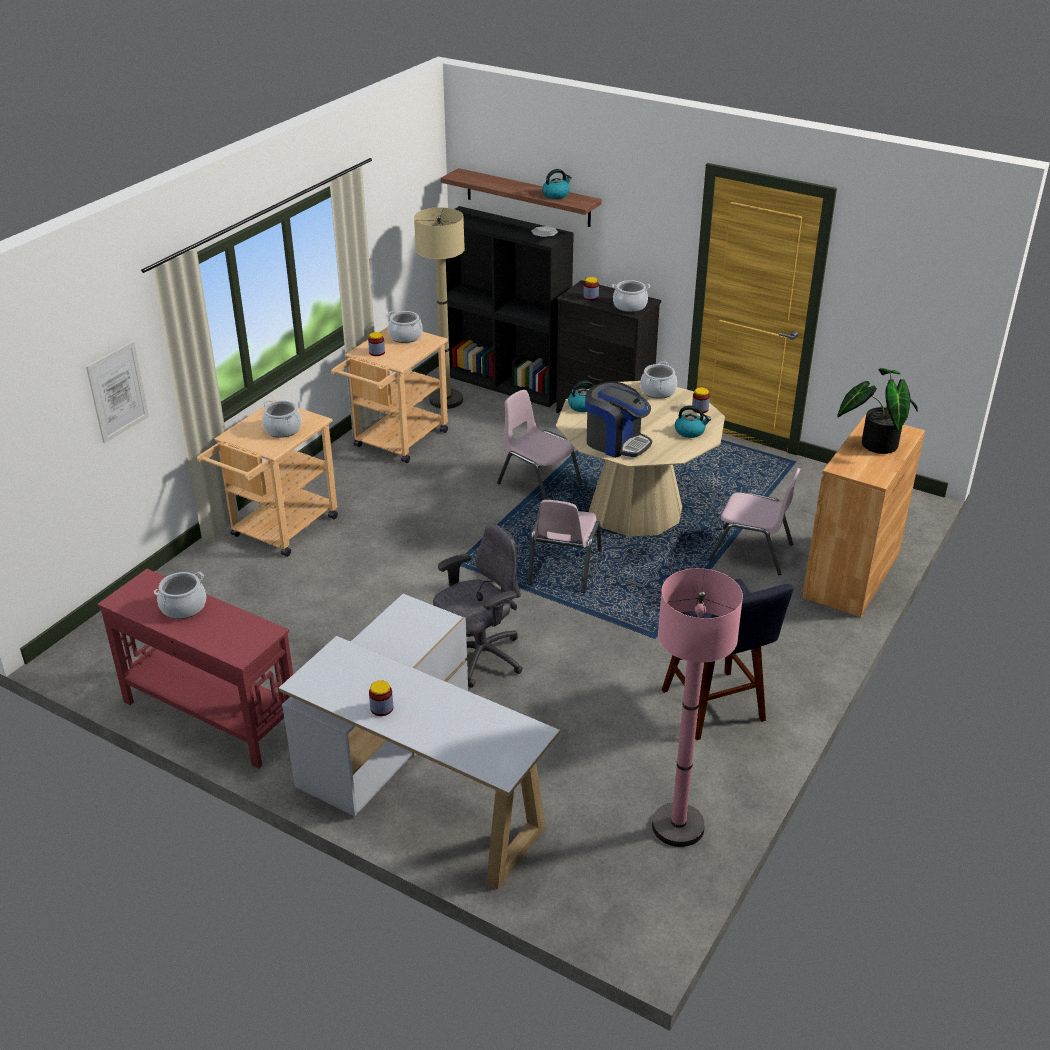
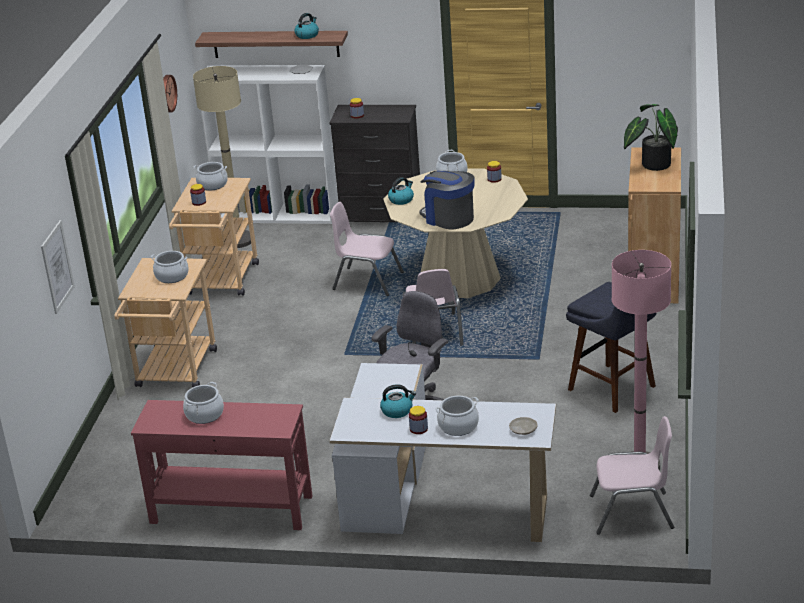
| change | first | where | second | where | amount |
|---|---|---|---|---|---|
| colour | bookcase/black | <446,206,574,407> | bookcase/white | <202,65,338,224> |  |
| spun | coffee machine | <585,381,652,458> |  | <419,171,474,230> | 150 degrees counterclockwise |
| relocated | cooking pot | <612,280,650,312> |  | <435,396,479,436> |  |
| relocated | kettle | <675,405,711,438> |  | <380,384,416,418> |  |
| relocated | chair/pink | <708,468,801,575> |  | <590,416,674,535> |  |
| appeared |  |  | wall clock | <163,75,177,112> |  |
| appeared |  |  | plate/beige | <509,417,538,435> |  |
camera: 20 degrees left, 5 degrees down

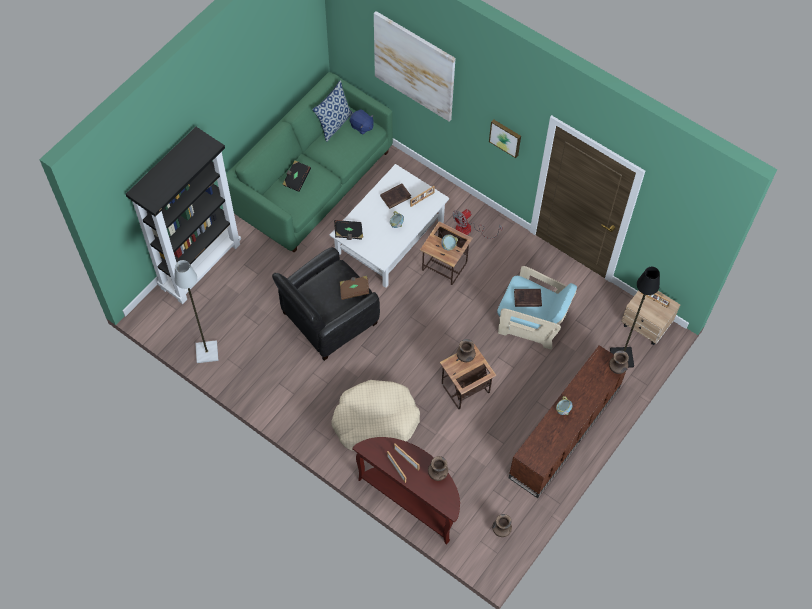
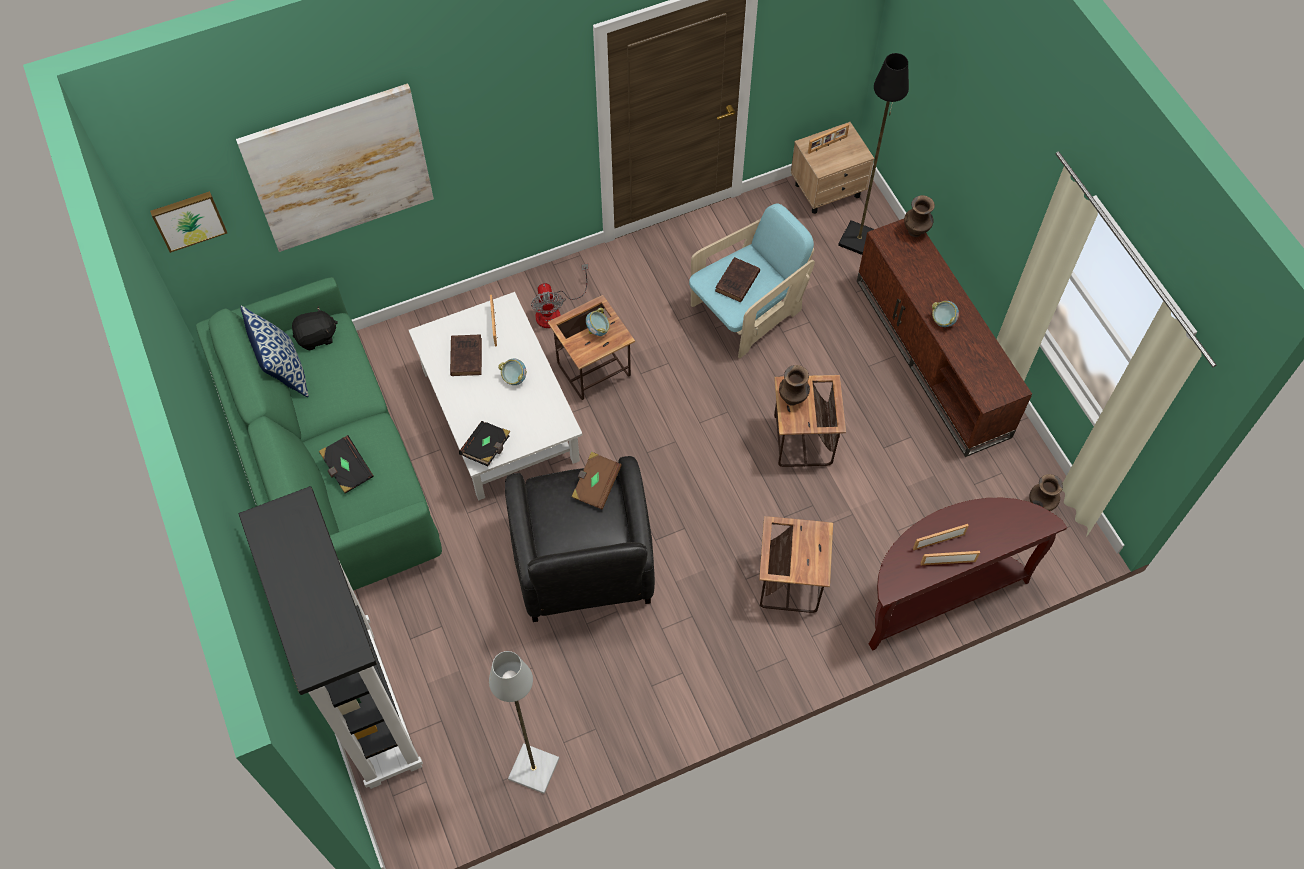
| change | first | where | second | where | amount |
|---|---|---|---|---|---|
| exchanged | dog bed/beige | <332,380,420,451> | side table | <759,516,833,613> |  |
| colour | plush toy/blue | <350,110,374,135> | plush toy/black | <292,306,338,350> |  |
| missing | vase/brown | <428,456,448,481> |  |  |  |
| relocated | picture | <489,119,521,158> |  | <150,191,227,253> |  |
camera: 60 degrees left, 0 degrees up

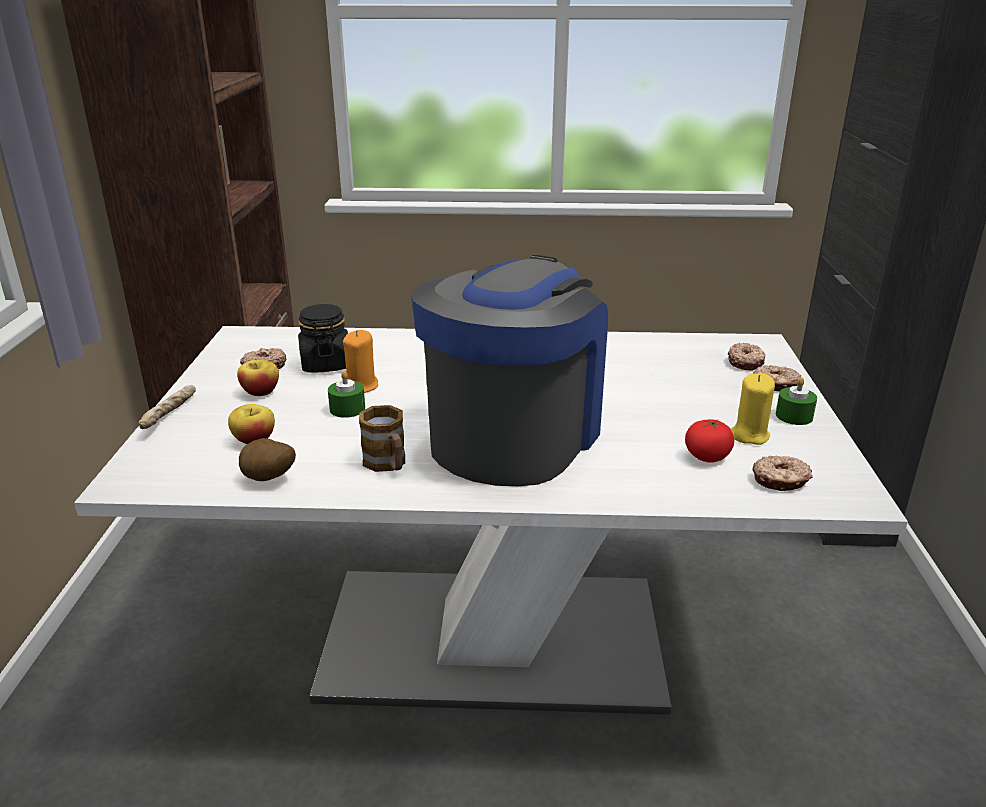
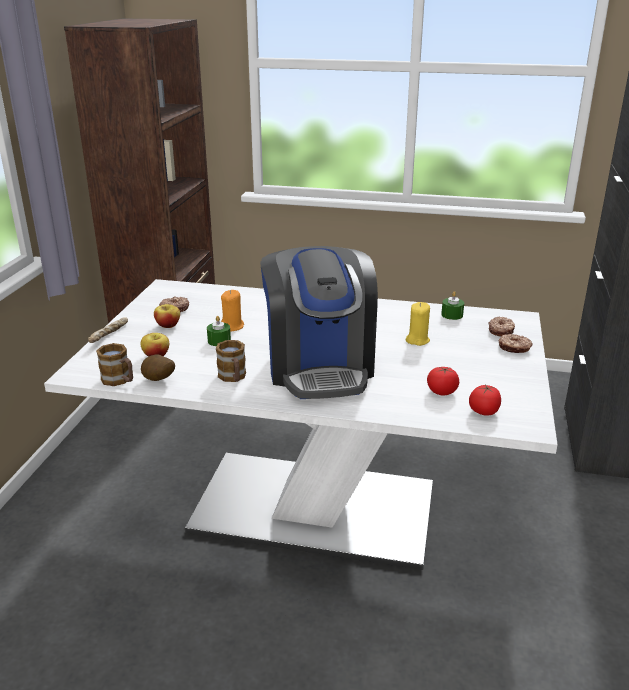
| change | first | where | second | where | amount |
|---|---|---|---|---|---|
| missing | jar/black | <298,304,348,373> |  |  |  |
| spun | coffee machine | <411,255,608,486> |  | <260,246,378,399> | 135 degrees clockwise |
| relocated | candle/yellow | <731,373,775,445> |  | <406,302,430,346> |  |
| exchanged | donut | <752,456,813,491> | tomato | <469,385,501,416> |  |
| relocated | candle/green | <776,377,817,425> |  | <441,291,464,320> |  |
| appeared |  |  | mug | <96,343,133,386> |  |
camera: 10 degrees right, 0 degrees up

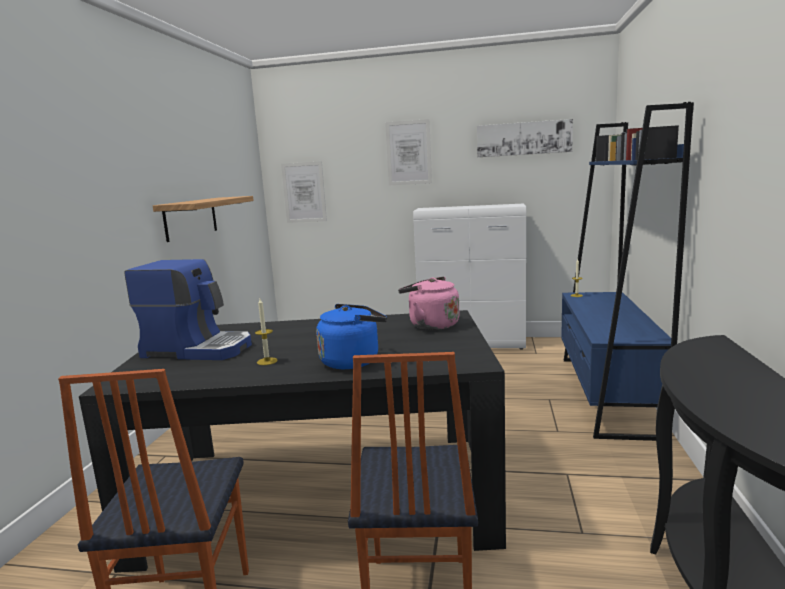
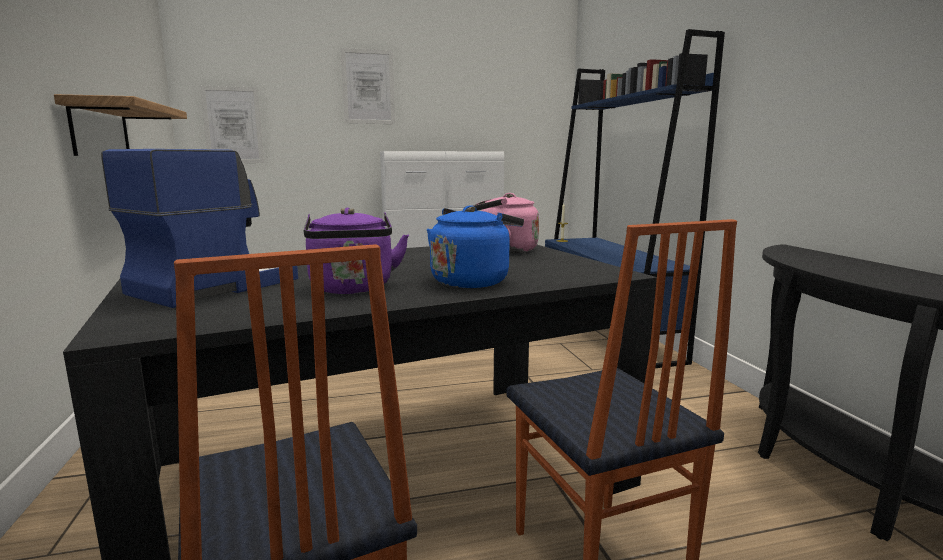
| change | first | where | second | where | amount |
|---|---|---|---|---|---|
| spun | coffee machine | <125,259,252,360> |  | <101,149,298,308> | 45 degrees counterclockwise |
| exchanged | candle | <255,299,278,365> | kettle/purple | <304,208,409,294> |  |
| missing | picture | <477,119,573,157> |  |  |  |
camera: 25 degrees left, 0 degrees up

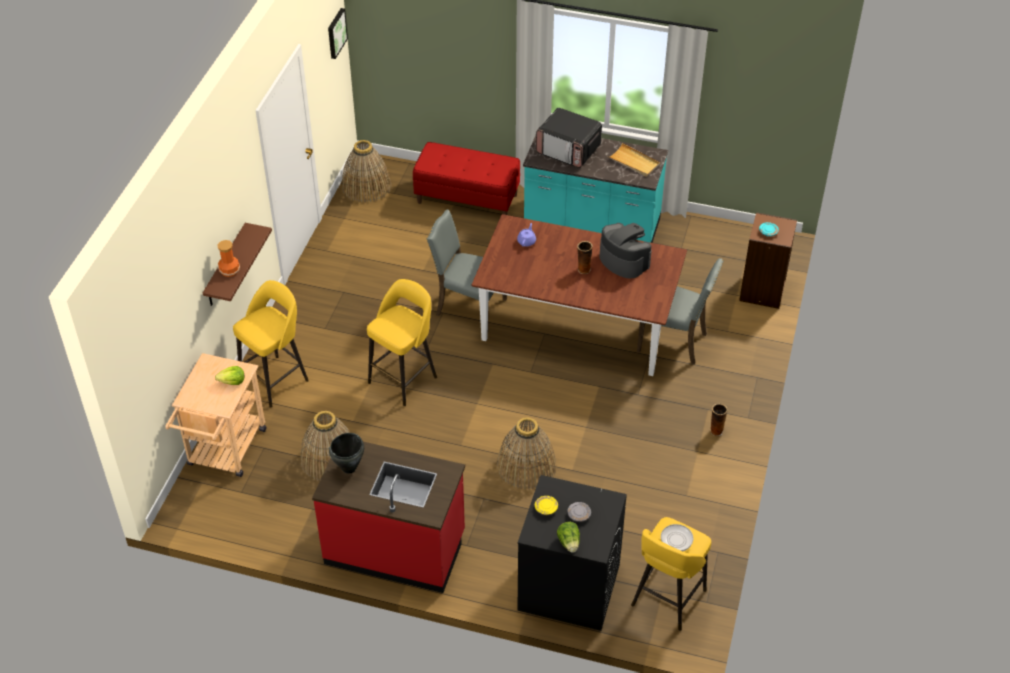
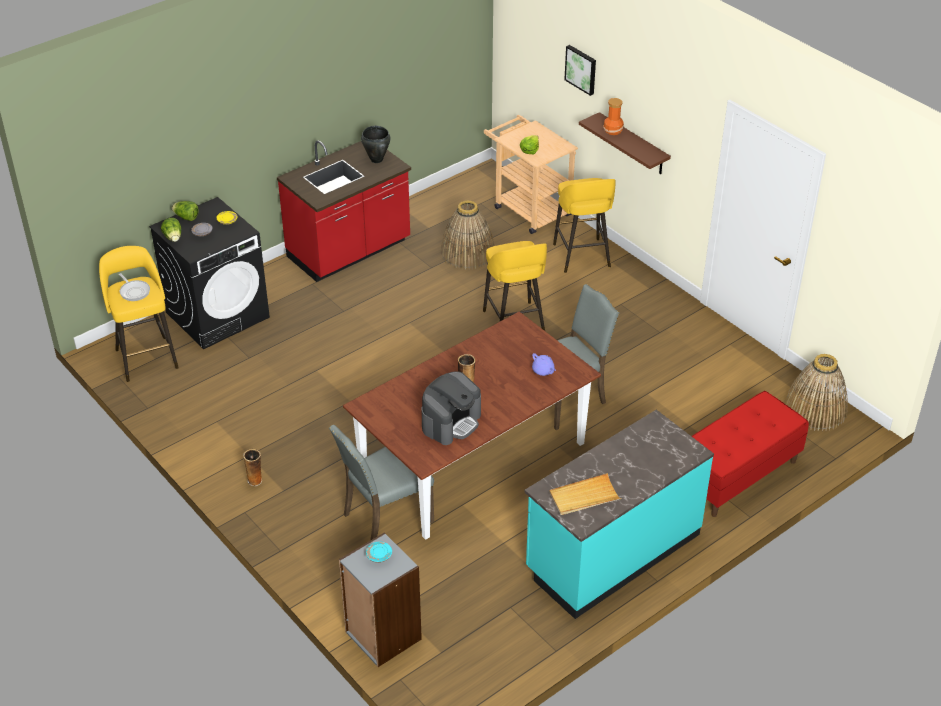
| change | first | where | second | where | amount |
|---|---|---|---|---|---|
| relocated | picture | <328,8,348,59> |  | <564,45,596,96> |  |
| missing | basket | <497,417,556,489> |  |  |  |
| missing | microwave | <536,108,602,168> |  |  |  |
| spun | coffee machine | <600,223,652,278> |  | <422,371,481,445> | 45 degrees counterclockwise |
| colour | bookcase/brown | <739,212,797,309> | bookcase/grey | <339,533,422,667> |  |
| appeared |  |  | lettuce | <161,218,181,242> |  |
camera: 125 degrees right, 5 degrees down

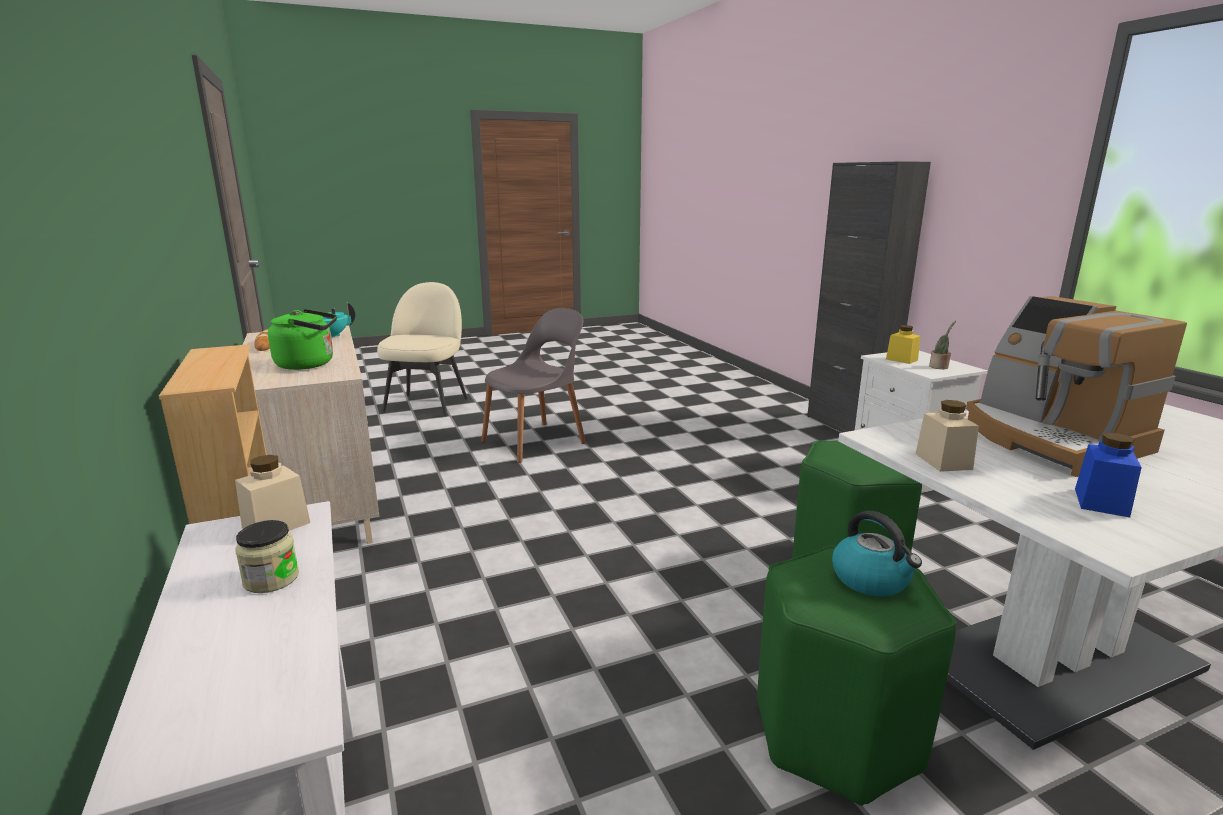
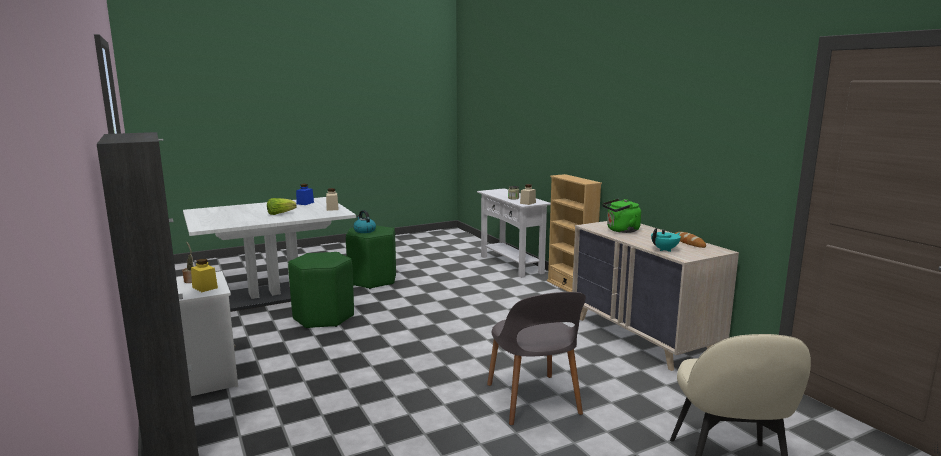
| change | first | where | second | where | amount |
|---|---|---|---|---|---|
| spun | chair/grey | <481,308,586,463> |  | <487,292,586,425> | 60 degrees counterclockwise |
| exchanged | coffee machine | <966,296,1187,477> | lettuce | <267,198,297,215> |  |
camera: 175 degrees right, 5 degrees down

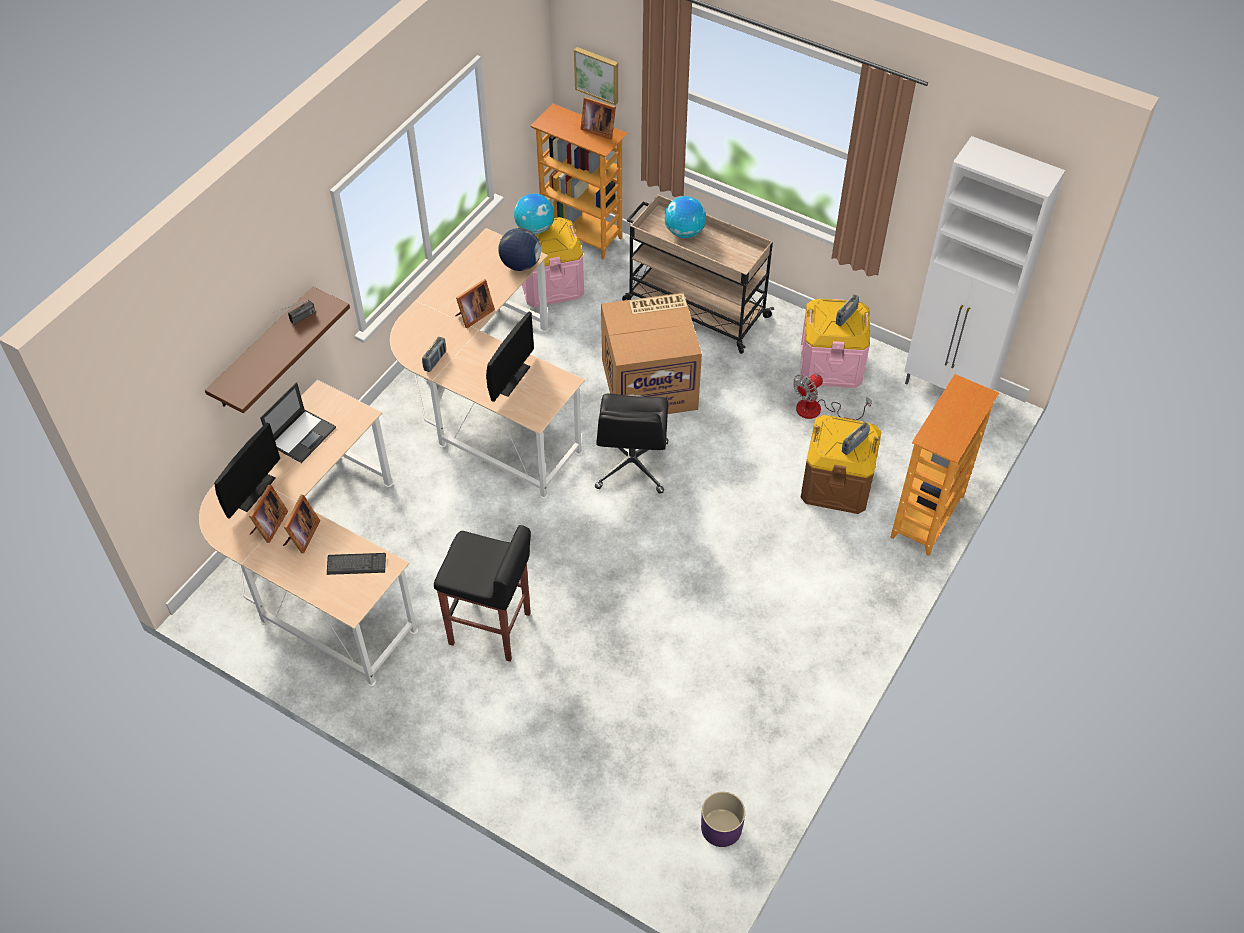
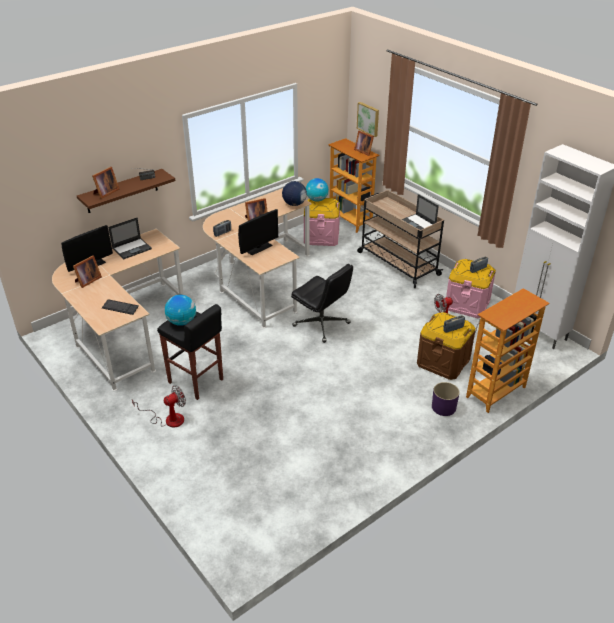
| change | first | where | second | where | amount |
|---|---|---|---|---|---|
| relocated | picture frame | <283,495,320,553> |  | <92,167,119,199> |  |
| spun | office chair/black | <595,393,668,493> |  | <291,264,353,343> | 75 degrees counterclockwise |
| missing | cardboard box | <601,293,702,414> |  |  |  |
| relocated | globe | <665,196,706,238> |  | <165,295,196,326> |  |
| relocated | planter/purple | <701,792,745,847> |  | <432,382,460,416> |  |
| appeared |  |  | fan | <132,385,186,427> |  |
| appeared |  |  | laptop | <401,194,439,230> |  |
camera: 20 degrees right, 15 degrees down

